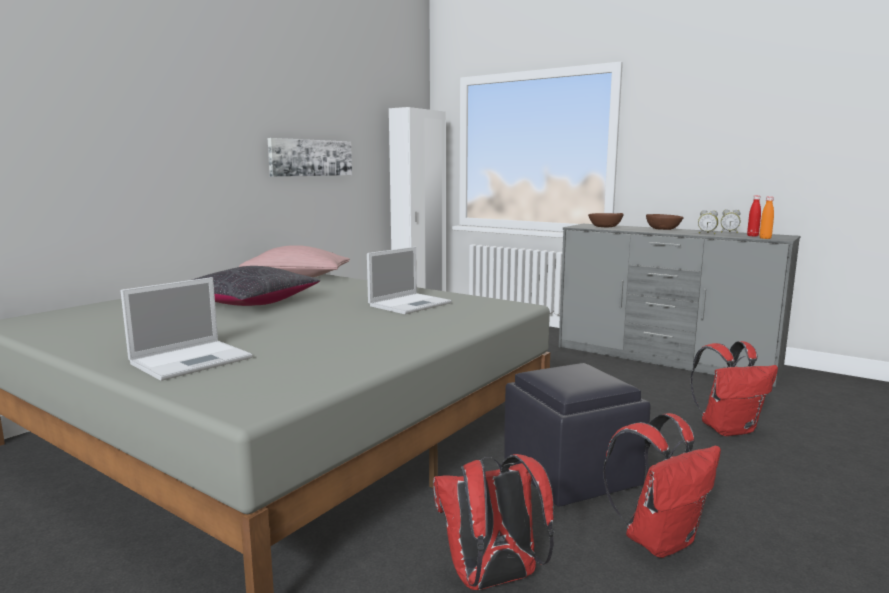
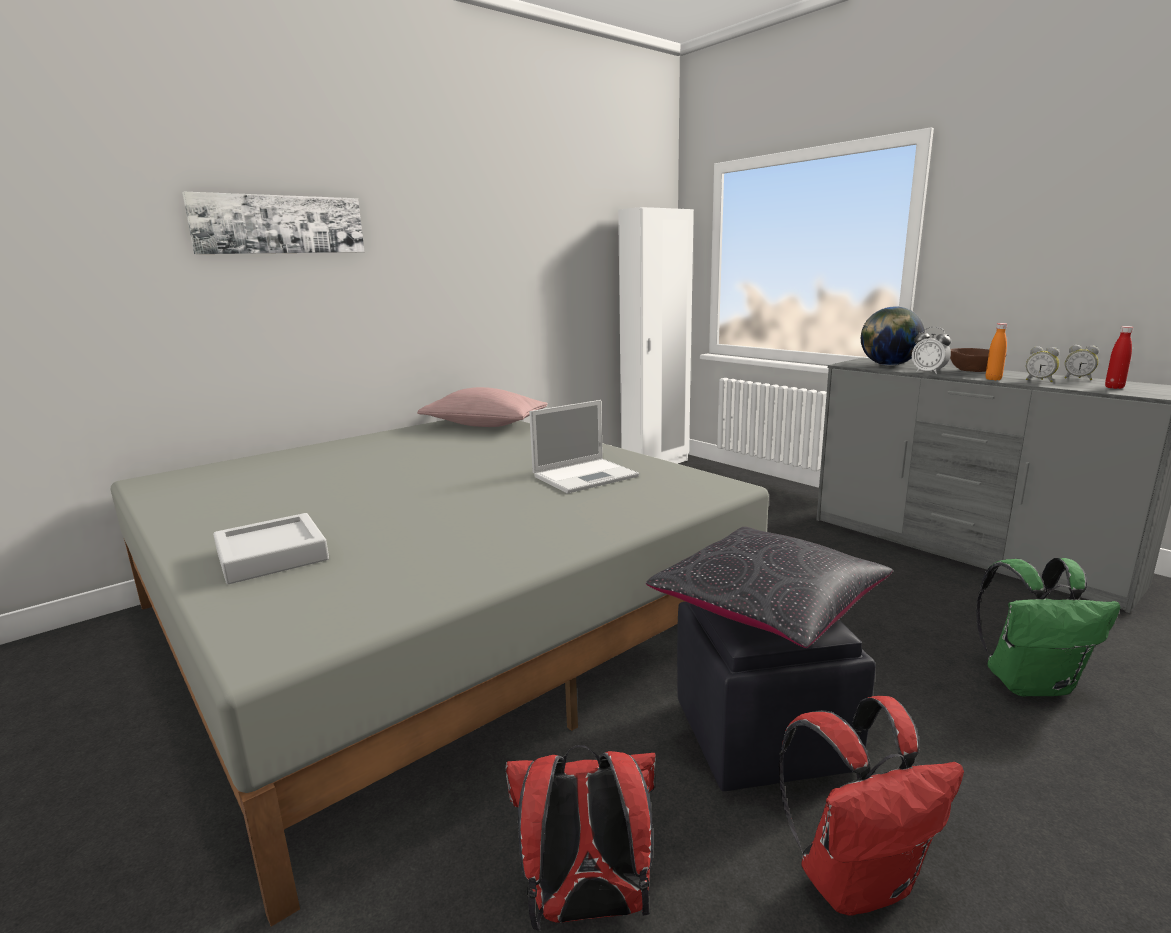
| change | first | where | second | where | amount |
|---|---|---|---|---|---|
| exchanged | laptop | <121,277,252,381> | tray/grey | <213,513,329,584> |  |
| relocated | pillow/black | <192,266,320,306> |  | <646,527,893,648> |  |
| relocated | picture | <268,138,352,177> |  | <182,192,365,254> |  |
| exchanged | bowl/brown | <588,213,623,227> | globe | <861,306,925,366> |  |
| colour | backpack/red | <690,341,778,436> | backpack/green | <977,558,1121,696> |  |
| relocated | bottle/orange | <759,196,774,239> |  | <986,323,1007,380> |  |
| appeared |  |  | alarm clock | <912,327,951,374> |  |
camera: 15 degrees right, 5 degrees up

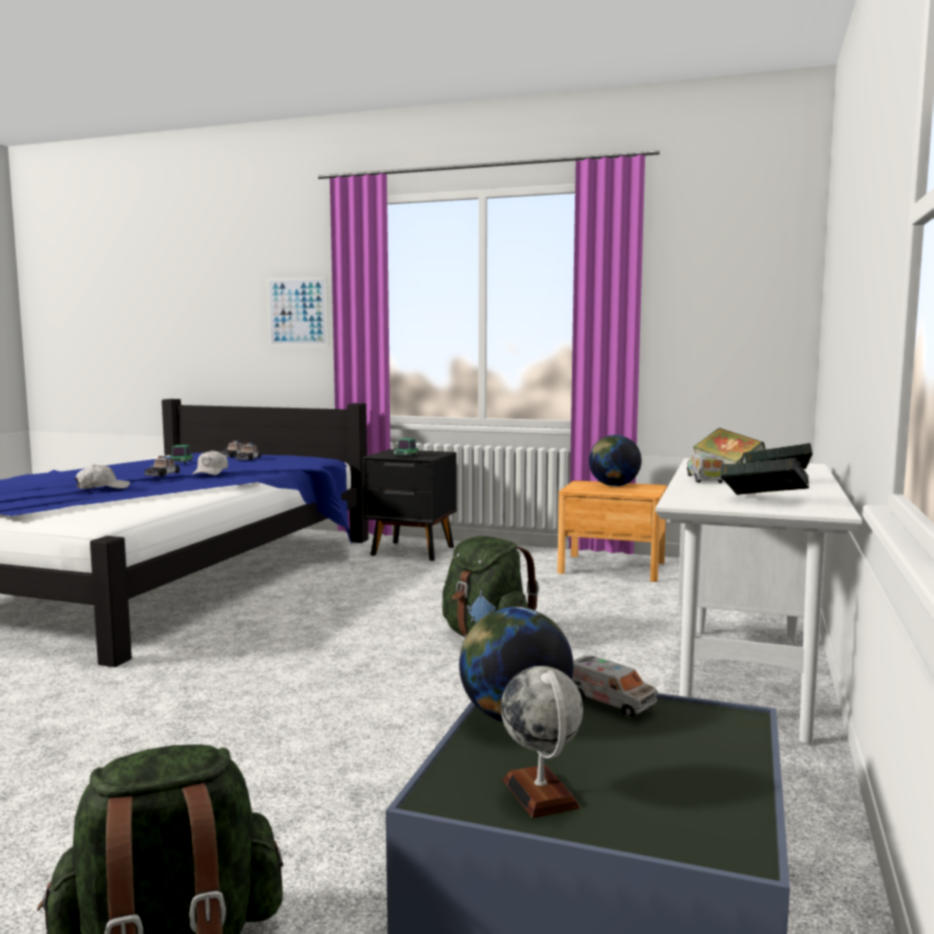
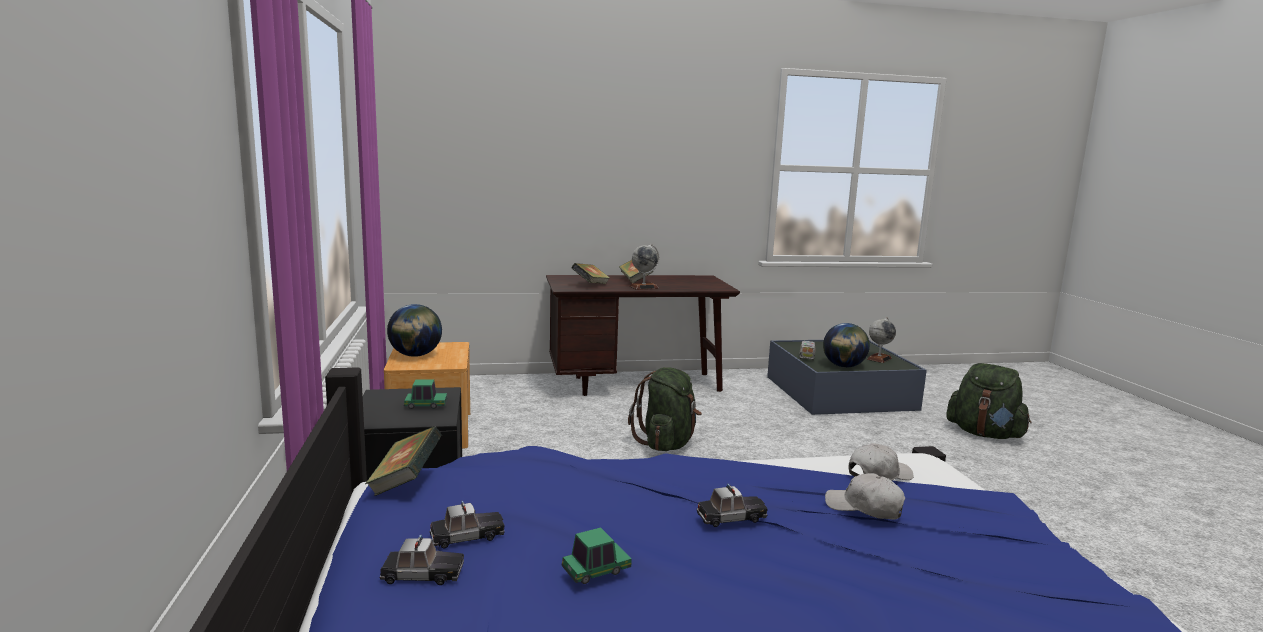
| change | first | where | second | where | amount |
|---|---|---|---|---|---|
| relocated | cap/white | <192,450,228,475> |  | <849,443,914,481> |  |
| missing | picture | <267,277,329,346> |  |  |  |
| colour | desk/white | <655,458,862,744> | desk/brown | <546,275,740,396> |  |
| exchanged | toy truck | <687,453,724,483> | globe | <630,244,659,290> |  |
| relocated | book | <720,458,809,495> |  | <365,426,442,496> |  |
camera: 120 degrees left, 5 degrees up

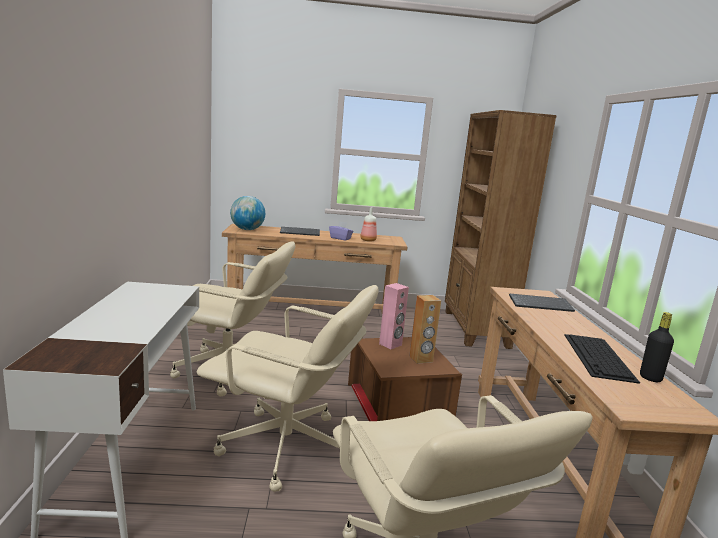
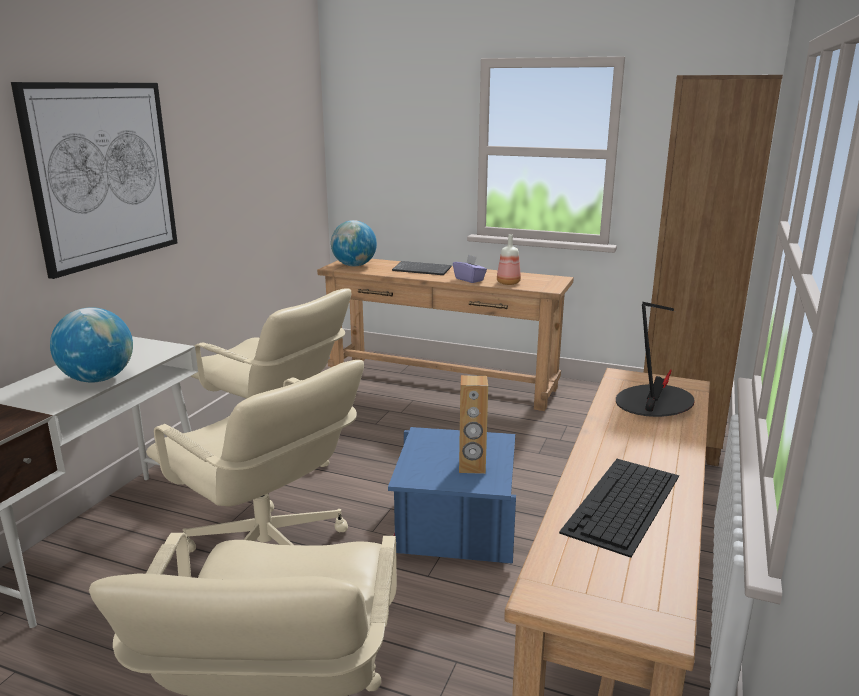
| change | first | where | second | where | amount |
|---|---|---|---|---|---|
| colour | storage box/brown | <348,337,462,421> | storage box/blue | <388,427,516,564> |  |
| missing | speaker/pink | <379,283,409,349> |  |  |  |
| exchanged | keyboard | <509,293,575,312> | table lamp | <616,302,695,417> |  |
| missing | bottle/black | <640,312,674,382> |  |  |  |
| appeared |  |  | picture | <11,82,178,279> |  |
| appeared |  |  | globe | <50,307,133,383> |  |
camera: 25 degrees right, 5 degrees up

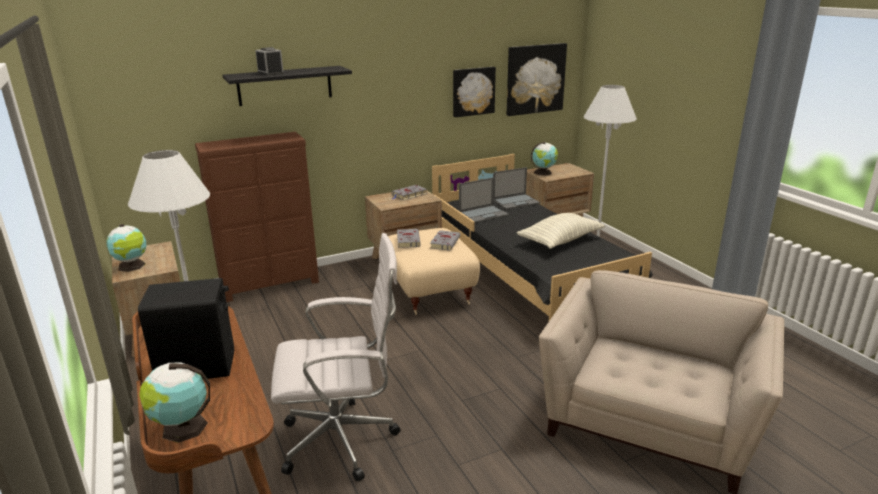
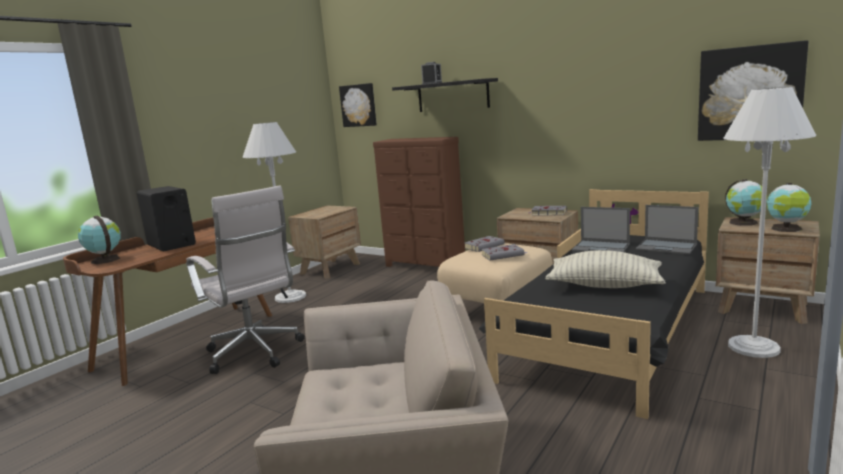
| change | first | where | second | where | amount |
|---|---|---|---|---|---|
| relocated | globe | <106,224,146,272> |  | <767,183,811,232> |  |
| relocated | picture | <453,67,496,118> |  | <339,83,377,127> |  |
camera: 60 degrees right, 10 degrees down

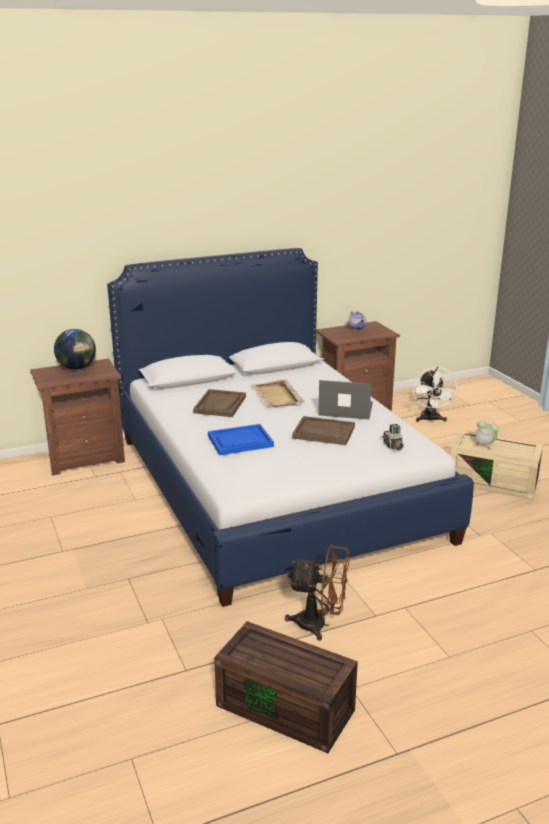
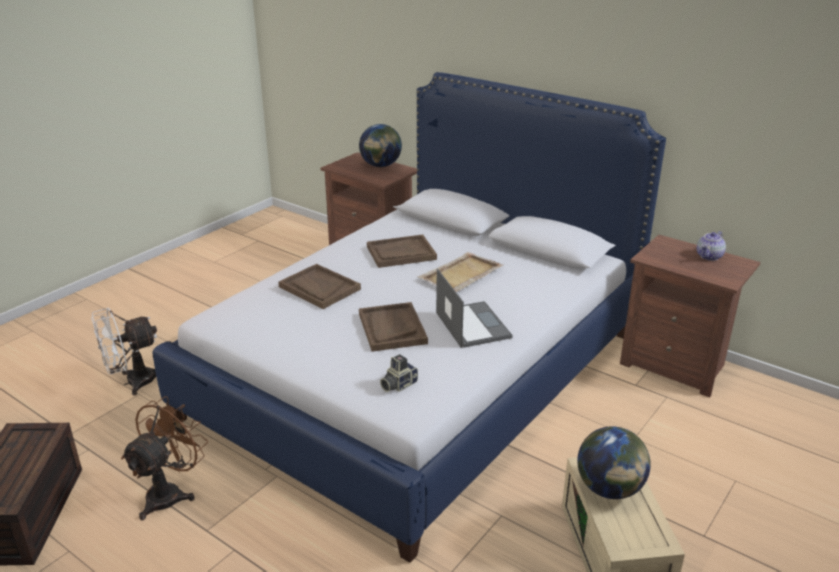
| change | first | where | second | where | amount |
|---|---|---|---|---|---|
| colour | tray/blue | <208,424,274,455> | tray/brown | <278,264,361,309> |  |
| spun | fan/brown | <285,544,349,641> |  | <121,396,208,520> | 135 degrees counterclockwise |
| relocated | fan/white | <413,367,459,422> |  | <91,308,157,396> |  |
| exchanged | alarm clock | <476,418,499,449> | globe | <577,426,651,499> |  |
camera: 60 degrees right, 5 degrees up

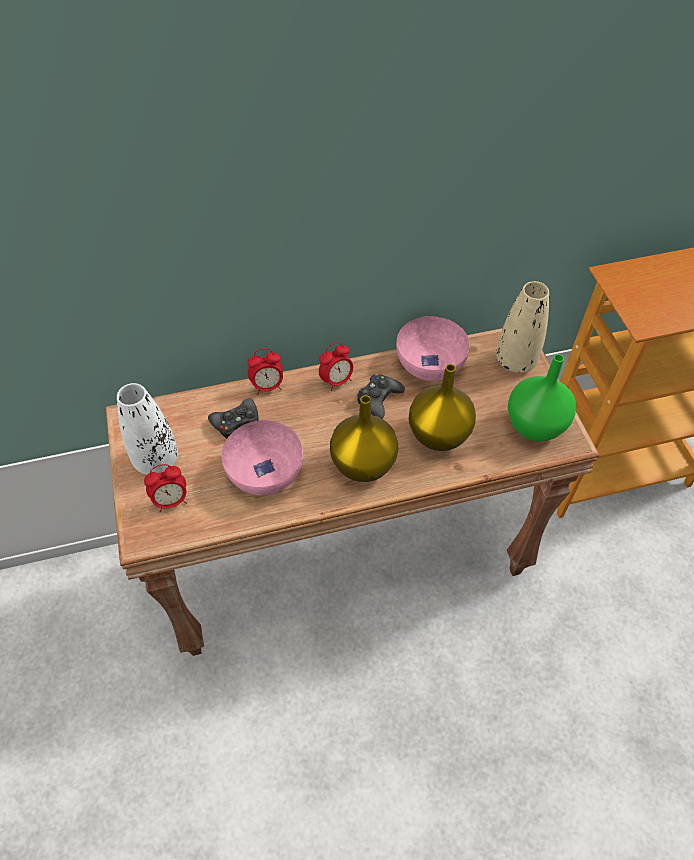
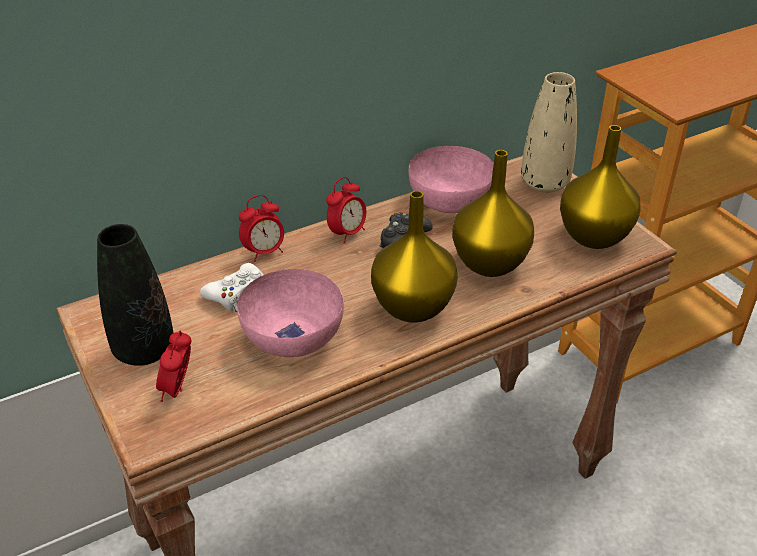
| change | first | where | second | where | amount |
|---|---|---|---|---|---|
| colour | vase/white | <117,383,178,475> | vase/black | <97,224,173,366> |  |
| spun | alarm clock | <144,464,187,513> |  | <156,331,191,402> | 135 degrees clockwise |
| colour | game controller/black | <208,398,259,438> | game controller/white | <200,263,264,312> |  |
| colour | vase/green | <508,354,576,441> | vase/yellow | <560,125,641,249> |  |
camera: 15 degrees left, 15 degrees down

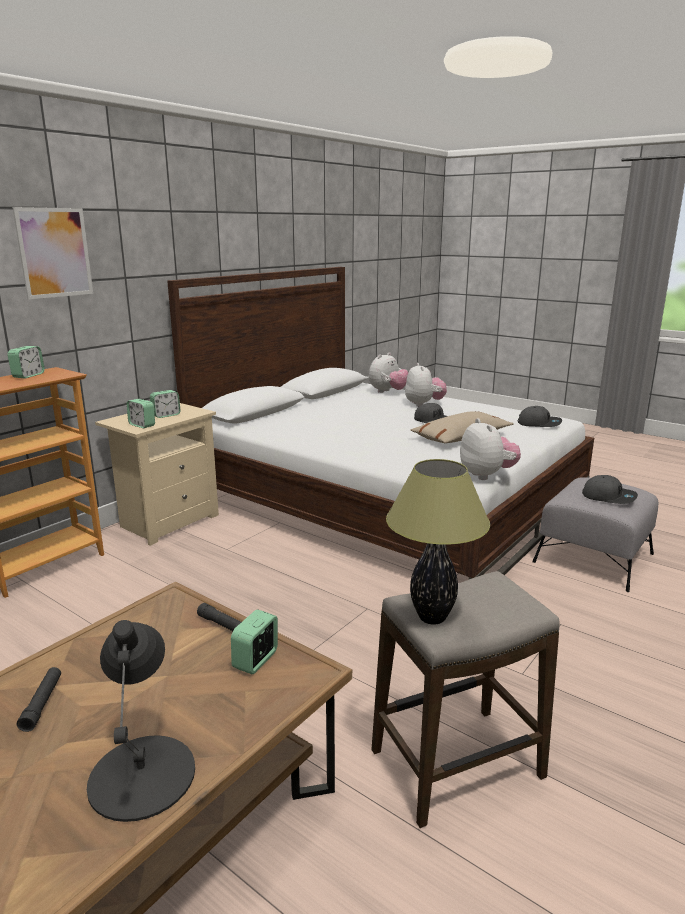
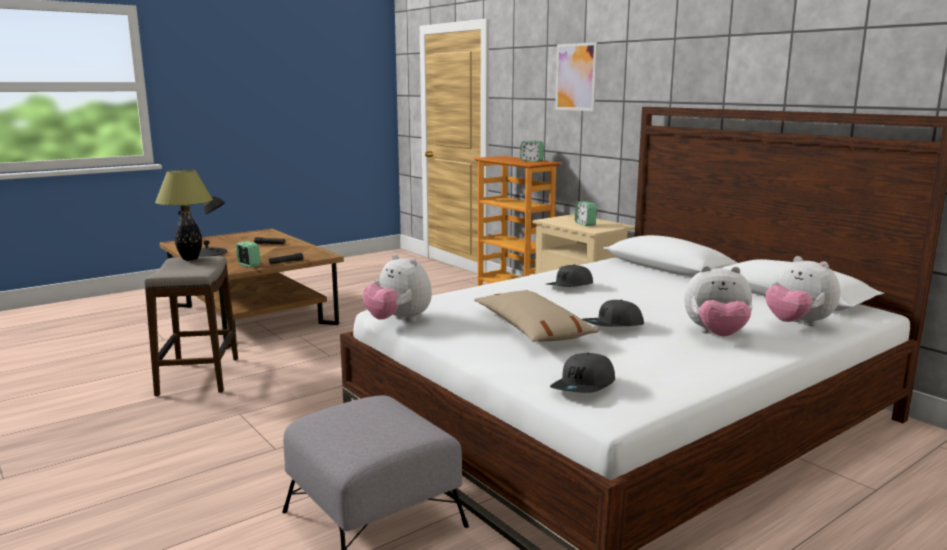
| change | first | where | second | where | amount |
|---|---|---|---|---|---|
| missing | alarm clock | <127,399,155,428> |  |  |  |
| spun | plush toy | <460,418,521,480> |  | <362,254,432,322> | 45 degrees clockwise |
| relocated | cap/grey | <582,475,638,504> |  | <547,264,593,287> |  |
camera: 105 degrees right, 5 degrees down

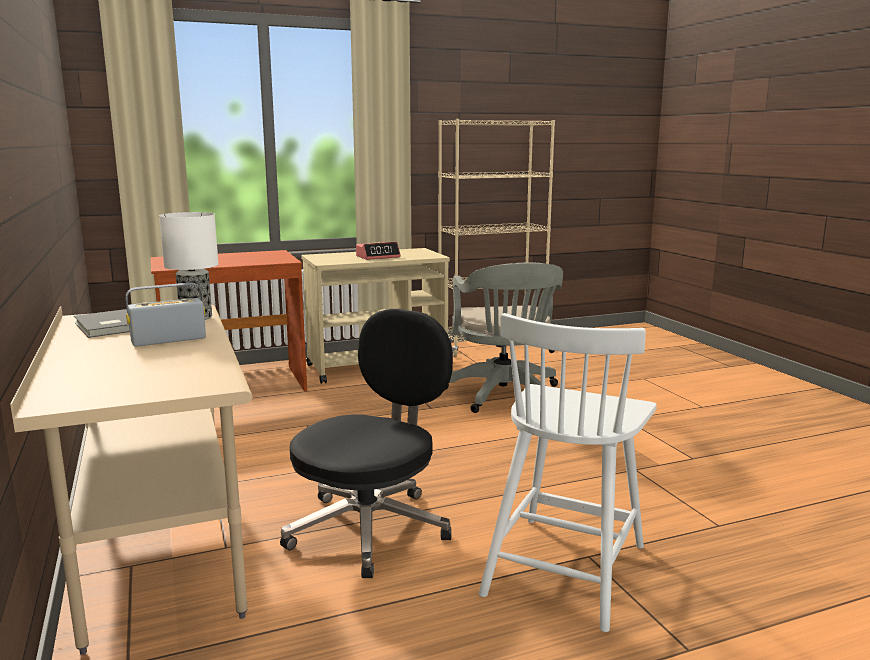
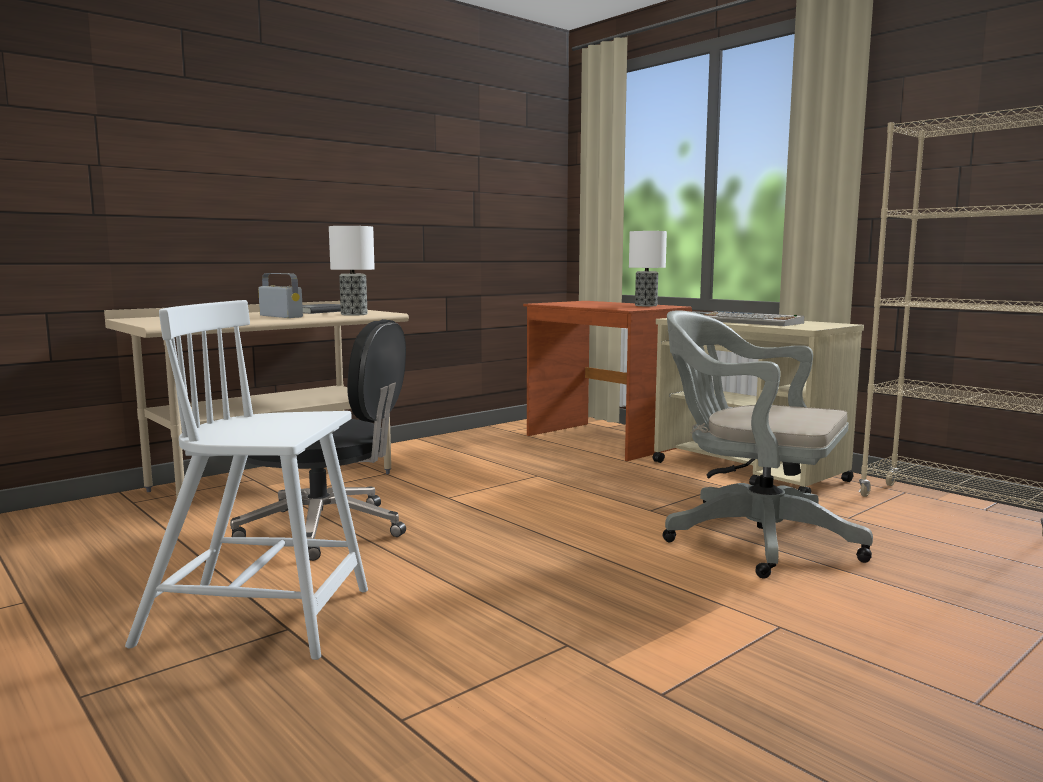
| change | first | where | second | where | amount |
|---|---|---|---|---|---|
| exchanged | alarm clock | <356,242,401,260> | keyboard | <702,311,804,326> |  |
| spun | office chair/grey | <445,262,563,413> |  | <663,310,873,578> | 60 degrees clockwise |
| appeared |  |  | table lamp | <629,231,667,306> |  |
camera: 70 degrees right, 5 degrees down

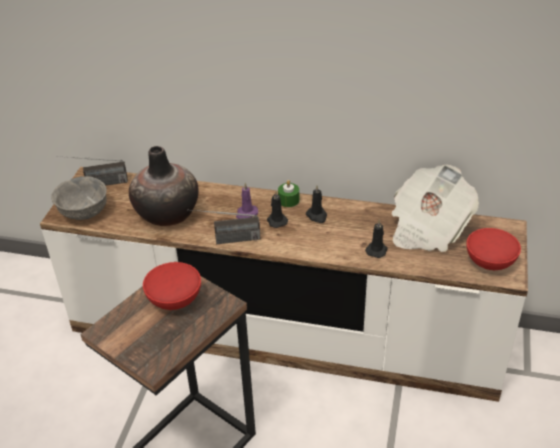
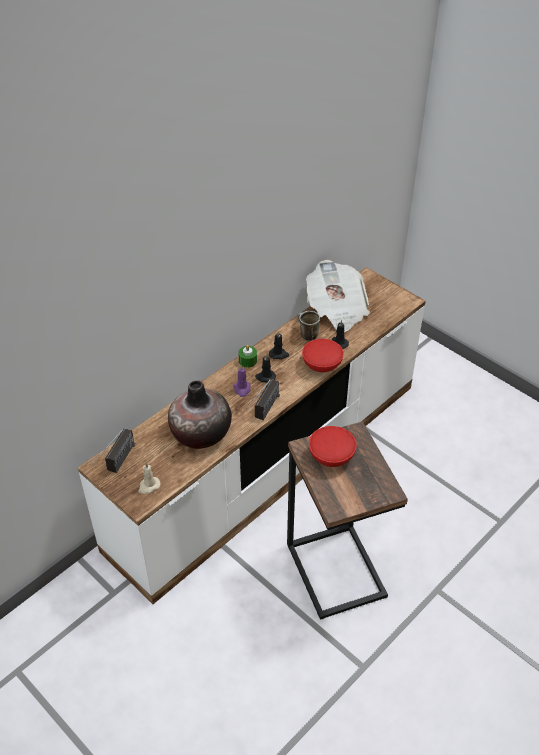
| change | first | where | second | where | amount |
|---|---|---|---|---|---|
| exchanged | bowl/grey | <51,176,107,220> | candle/beige | <138,463,161,494> |  |
| relocated | bowl/red | <467,228,521,270> |  | <302,339,344,372> |  |
| appeared |  |  | mug | <297,311,320,341> |  |
camera: 60 degrees left, 5 degrees up

